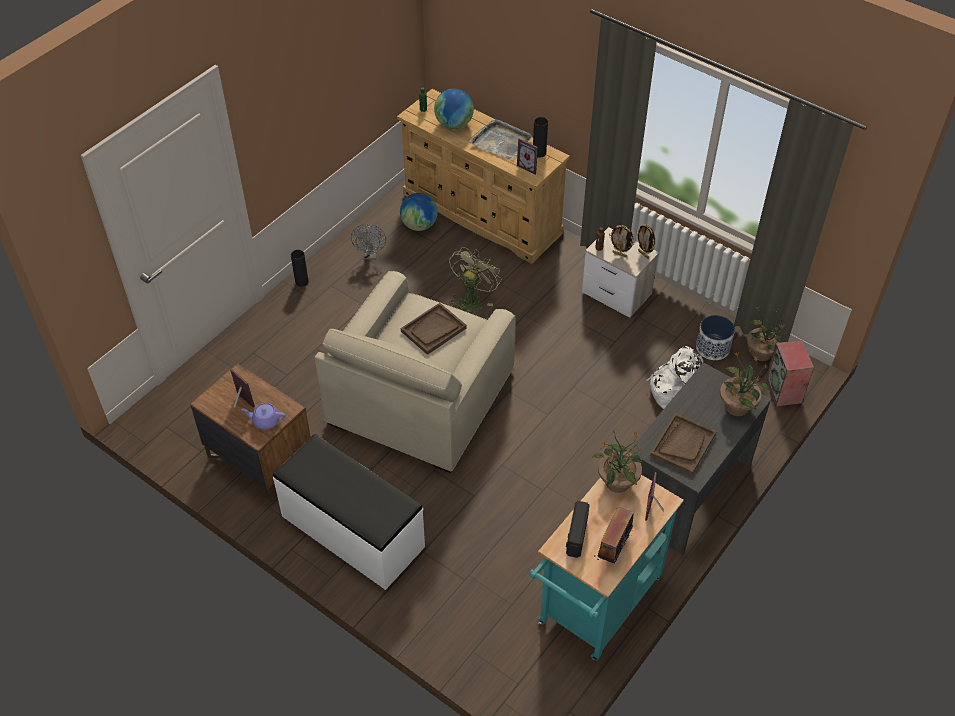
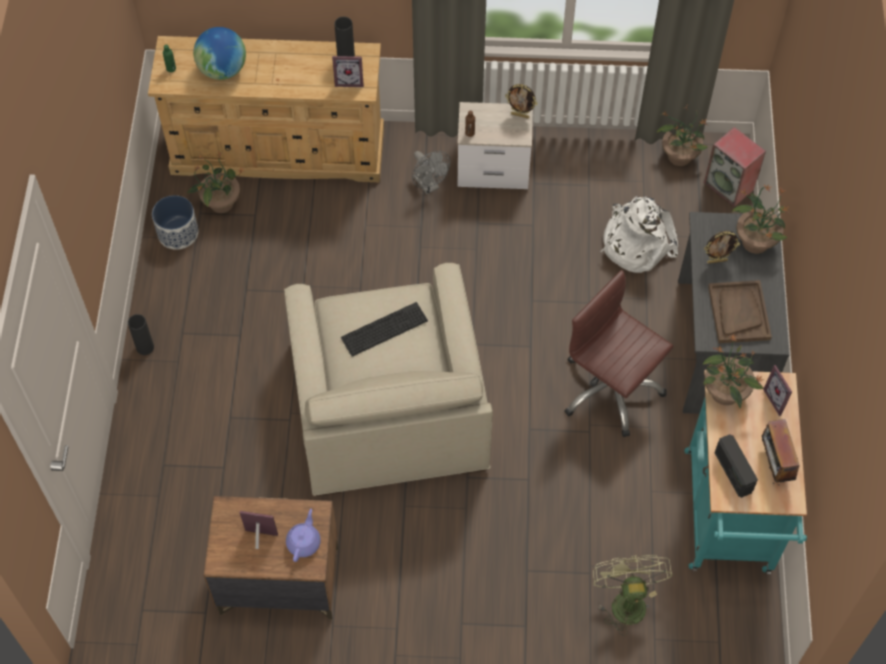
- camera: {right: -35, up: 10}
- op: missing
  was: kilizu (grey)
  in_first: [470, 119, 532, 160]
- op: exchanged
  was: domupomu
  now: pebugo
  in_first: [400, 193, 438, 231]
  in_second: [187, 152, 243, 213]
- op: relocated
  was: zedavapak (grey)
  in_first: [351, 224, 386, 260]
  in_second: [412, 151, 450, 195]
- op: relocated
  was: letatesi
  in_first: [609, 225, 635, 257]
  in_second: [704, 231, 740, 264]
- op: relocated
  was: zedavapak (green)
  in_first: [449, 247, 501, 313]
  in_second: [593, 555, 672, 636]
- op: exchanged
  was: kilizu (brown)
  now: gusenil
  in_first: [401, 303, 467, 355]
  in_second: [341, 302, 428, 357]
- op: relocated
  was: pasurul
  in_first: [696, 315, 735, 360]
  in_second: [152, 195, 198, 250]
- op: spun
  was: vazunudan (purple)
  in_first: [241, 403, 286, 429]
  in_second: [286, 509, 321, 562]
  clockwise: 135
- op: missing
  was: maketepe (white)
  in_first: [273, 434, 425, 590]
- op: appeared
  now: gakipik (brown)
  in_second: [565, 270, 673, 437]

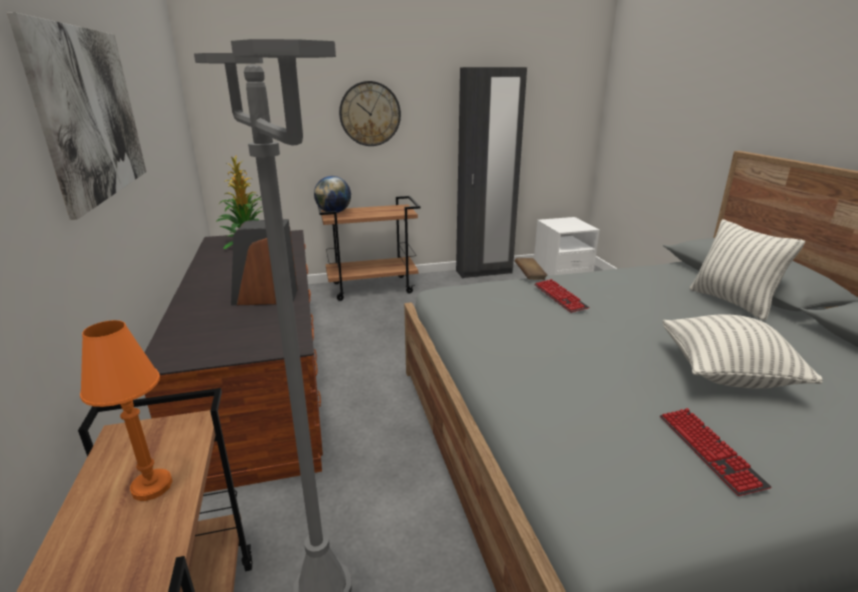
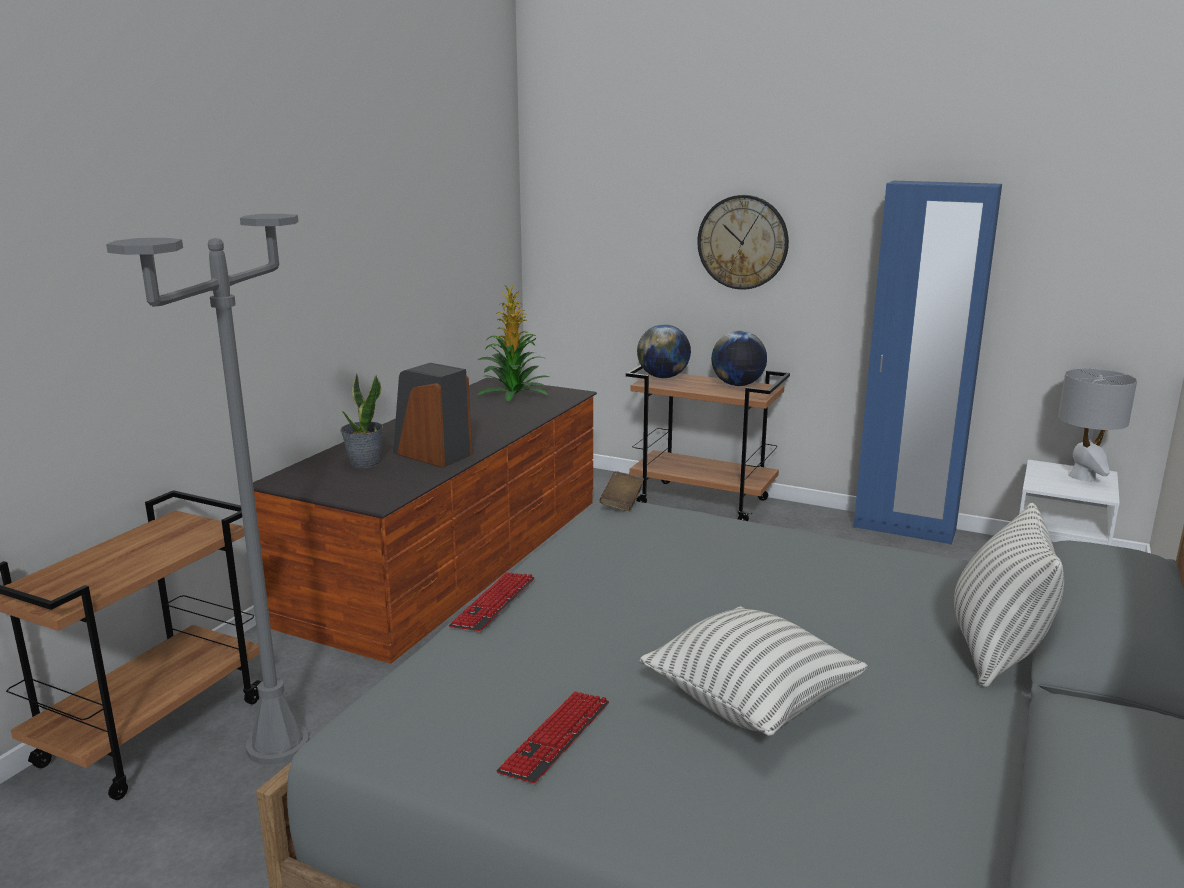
- camera: {right: 40, up: -5}
- op: missing
  was: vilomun
  in_first: [7, 12, 146, 220]
- op: colour
  was: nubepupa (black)
  now: nubepupa (blue)
  in_first: [456, 67, 527, 278]
  in_second: [854, 181, 1002, 545]
- op: relocated
  was: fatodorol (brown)
  in_first: [515, 258, 547, 280]
  in_second: [600, 471, 644, 511]
- op: relocated
  was: gusenil
  in_first: [534, 279, 590, 313]
  in_second: [449, 572, 534, 631]
- op: missing
  was: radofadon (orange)
  in_first: [80, 320, 172, 501]
- op: appeared
  now: domupomu
  in_second: [711, 331, 767, 386]
- op: appeared
  now: radofadon (grey)
  in_second: [1058, 368, 1137, 482]
- op: appeared
  now: pebugo
  in_second: [340, 373, 383, 468]

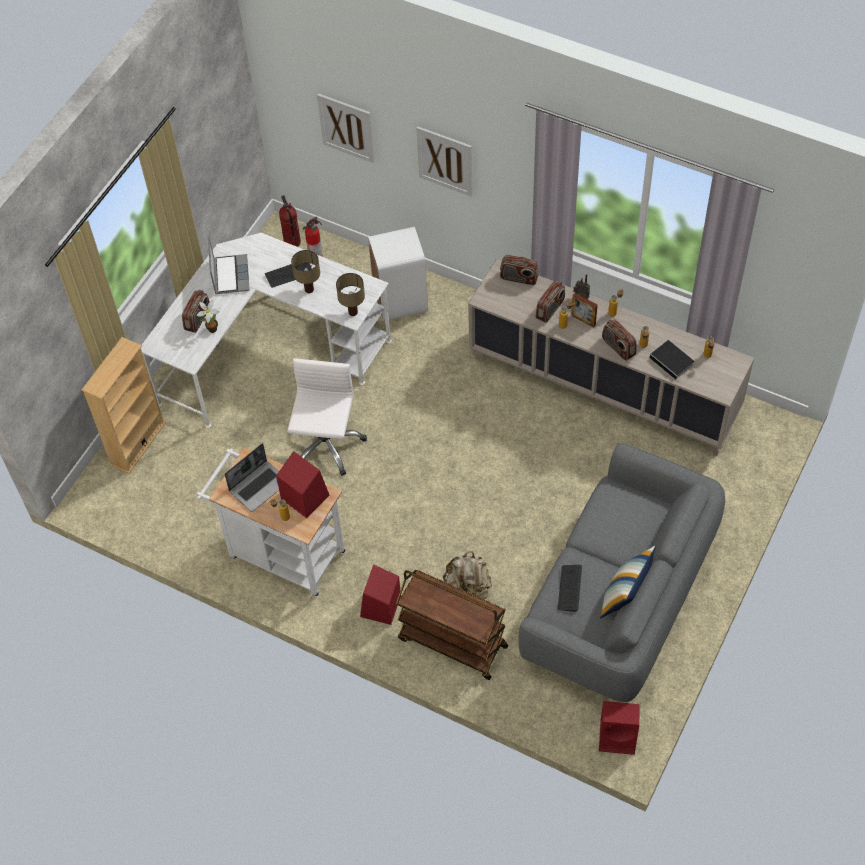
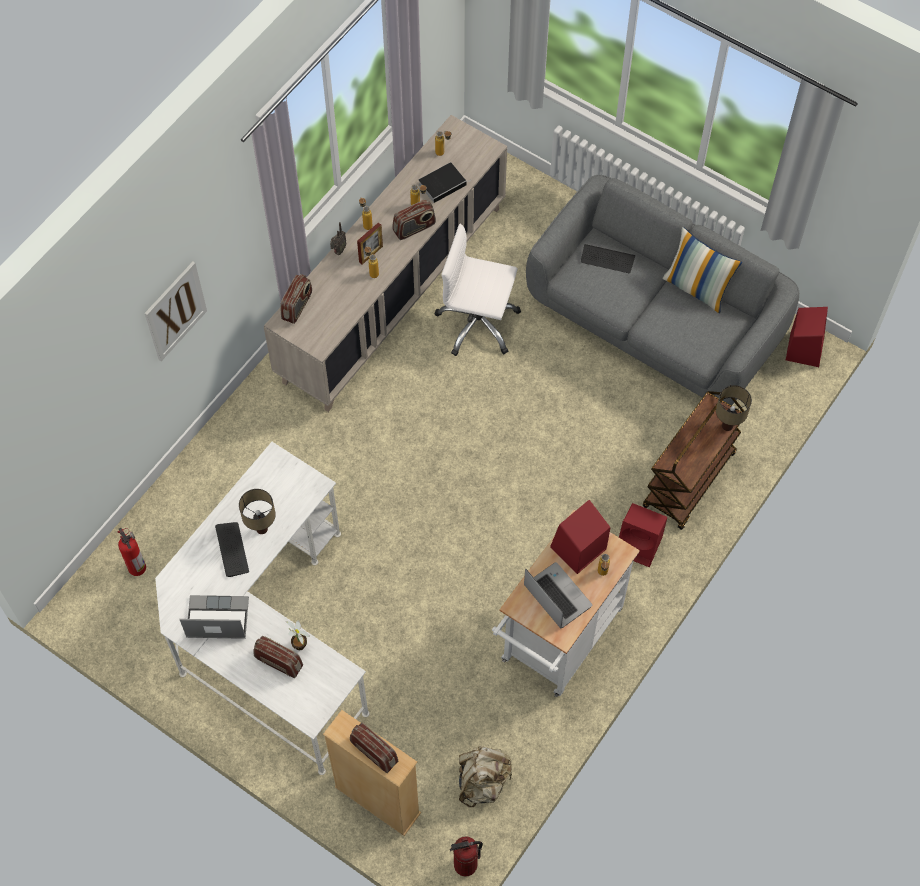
- camera: {right: -85, up: 5}
- op: missing
  was: vilomun
  in_first: [317, 93, 374, 163]
- op: relocated
  was: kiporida
  in_first: [279, 195, 301, 247]
  in_second: [450, 836, 483, 876]
- op: missing
  was: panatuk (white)
  in_first: [368, 227, 428, 321]
- op: relocated
  was: radofadon
  in_first: [336, 273, 365, 316]
  in_second: [716, 385, 752, 431]
- op: relocated
  was: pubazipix
  in_first: [536, 281, 565, 323]
  in_second: [350, 723, 398, 773]
- op: relocated
  was: gakipik (white)
  in_first: [287, 358, 367, 476]
  in_second: [435, 224, 521, 356]
- op: relocated
  was: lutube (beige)
  in_first: [443, 551, 492, 599]
  in_second: [459, 746, 512, 807]
- op: relocated
  was: gusenil
  in_first: [558, 565, 582, 612]
  in_second: [581, 244, 635, 273]

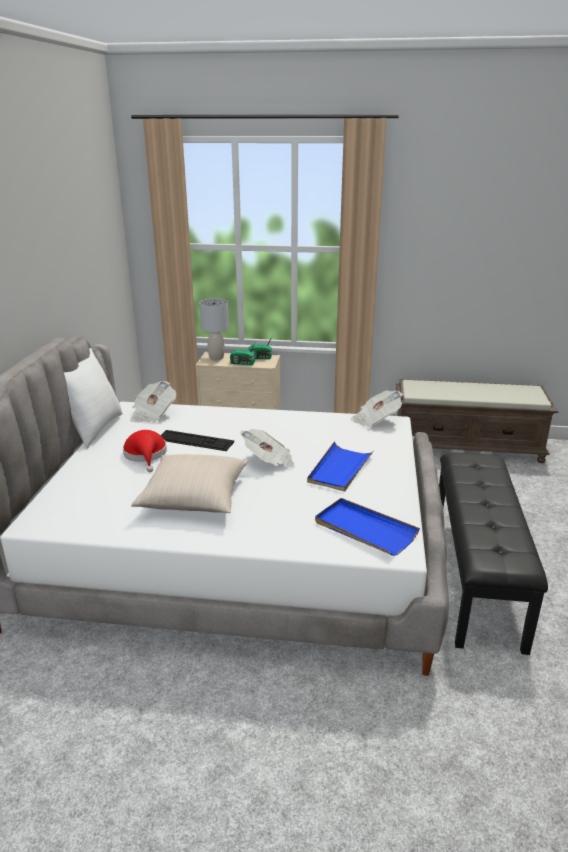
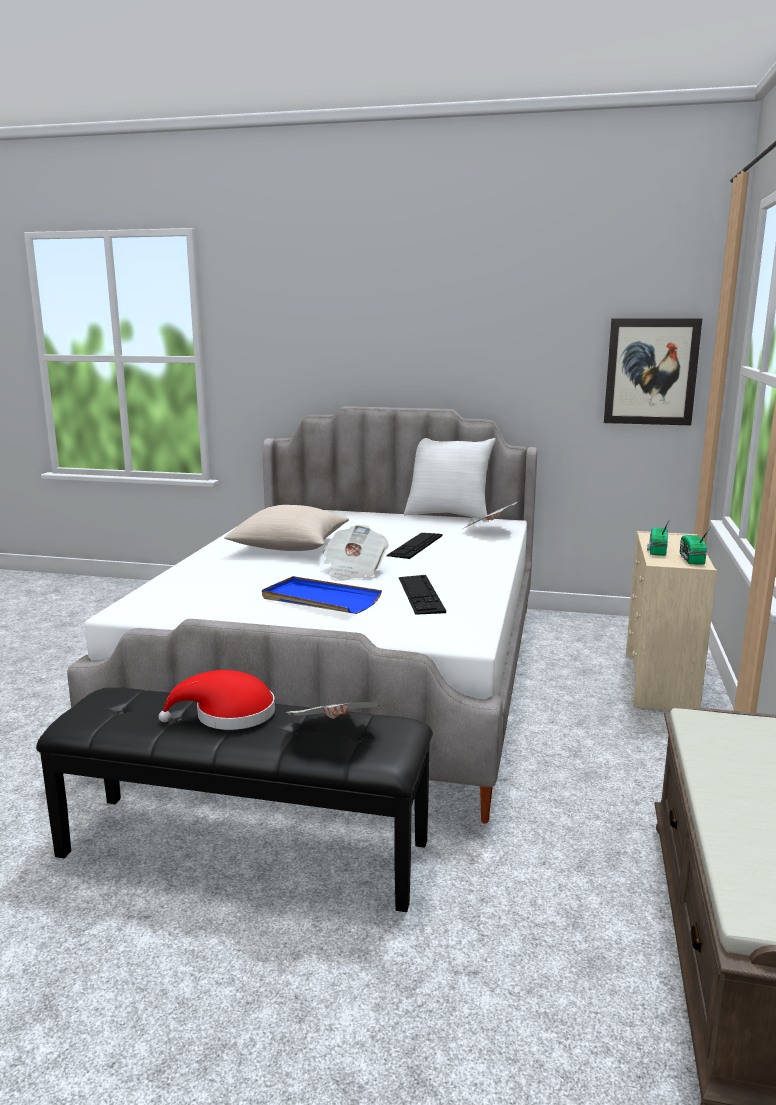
- camera: {right: 95, up: -10}
- op: missing
  was: radofadon (grey)
  in_first: [200, 298, 229, 360]
- op: relocated
  was: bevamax
  in_first: [351, 390, 403, 427]
  in_second: [287, 702, 381, 719]
- op: relocated
  was: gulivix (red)
  in_first: [123, 430, 167, 472]
  in_second: [159, 670, 275, 730]
- op: missing
  was: kilizu (blue)
  in_first: [315, 498, 420, 556]
- op: appeared
  now: vilomun
  in_second: [604, 318, 702, 425]
- op: appeared
  now: gusenil
  in_second: [399, 575, 446, 615]

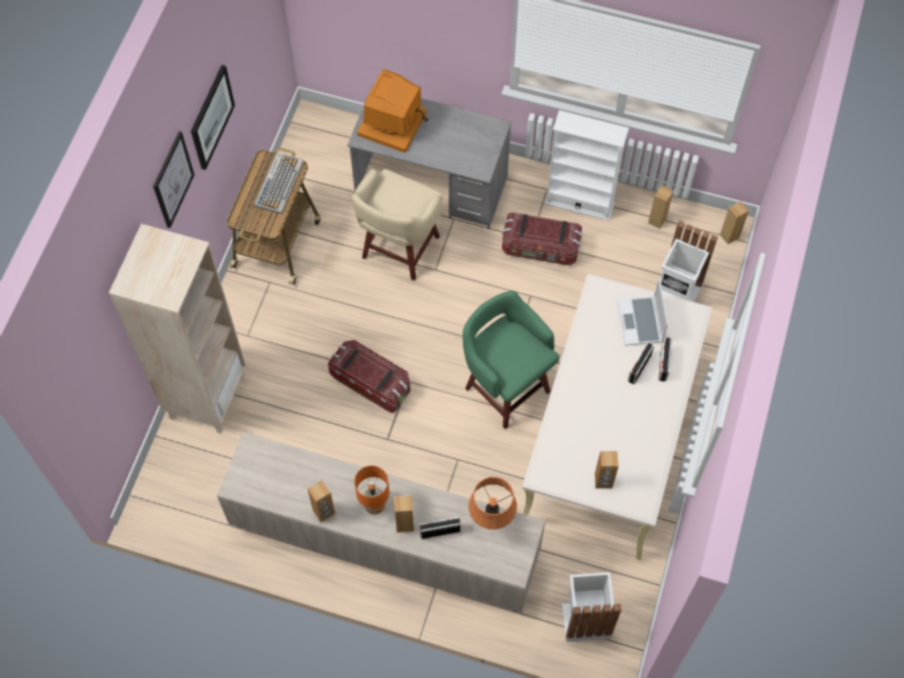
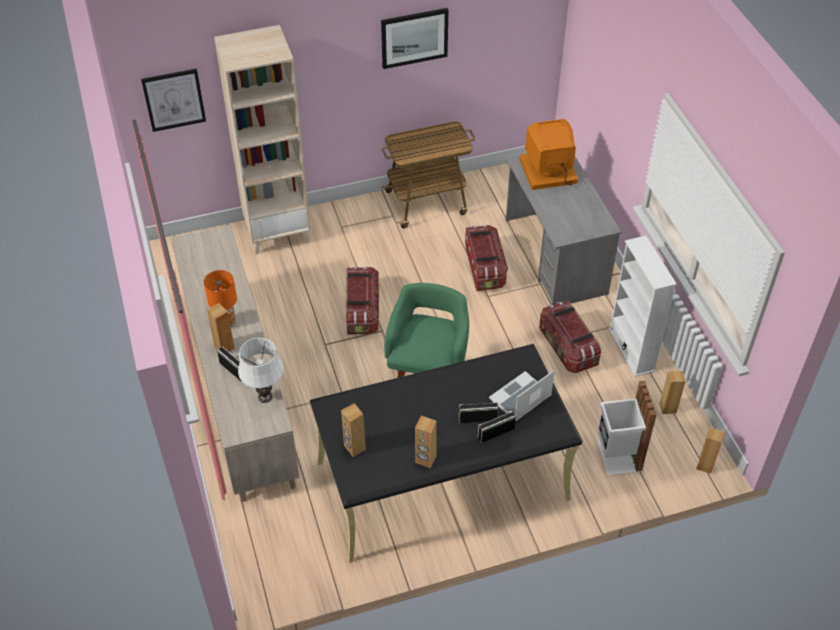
- camera: {right: 55, up: -15}
- op: relocated
  was: vilomun
  in_first: [153, 131, 194, 228]
  in_second: [141, 68, 206, 132]
- op: missing
  was: gusenil
  in_first: [254, 152, 304, 214]
- op: exchanged
  was: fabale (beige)
  now: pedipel
  in_first: [352, 169, 443, 281]
  in_second: [465, 225, 508, 291]
- op: colour
  was: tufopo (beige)
  now: tufopo (black)
  in_first: [522, 274, 712, 560]
  in_second: [310, 344, 582, 563]
- op: colour
  was: radofadon (orange)
  now: radofadon (white)
  in_first: [469, 477, 517, 529]
  in_second: [238, 338, 284, 403]
- op: relocated
  was: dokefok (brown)
  in_first: [307, 480, 335, 522]
  in_second: [415, 416, 437, 468]
- op: missing
  was: panatuk (white)
  in_first: [562, 572, 621, 642]

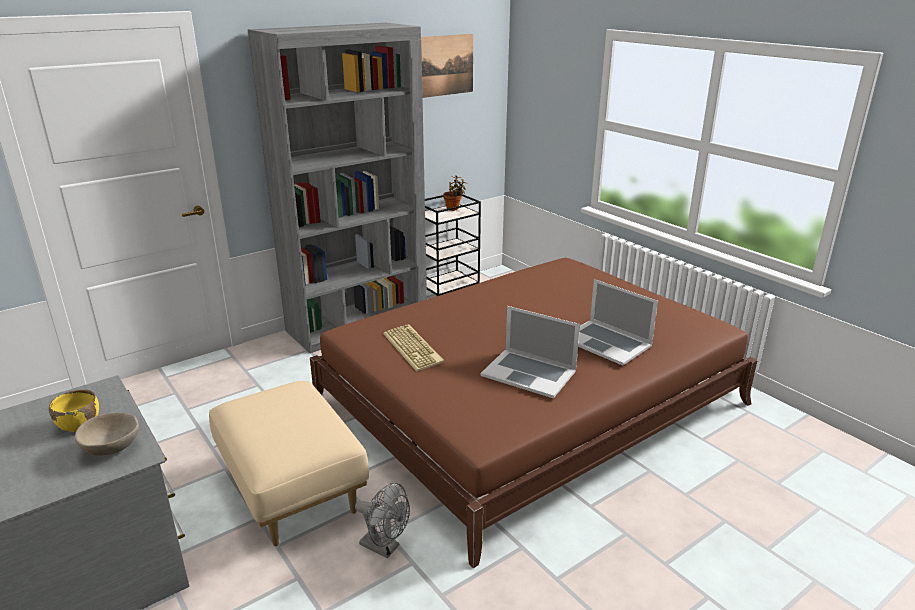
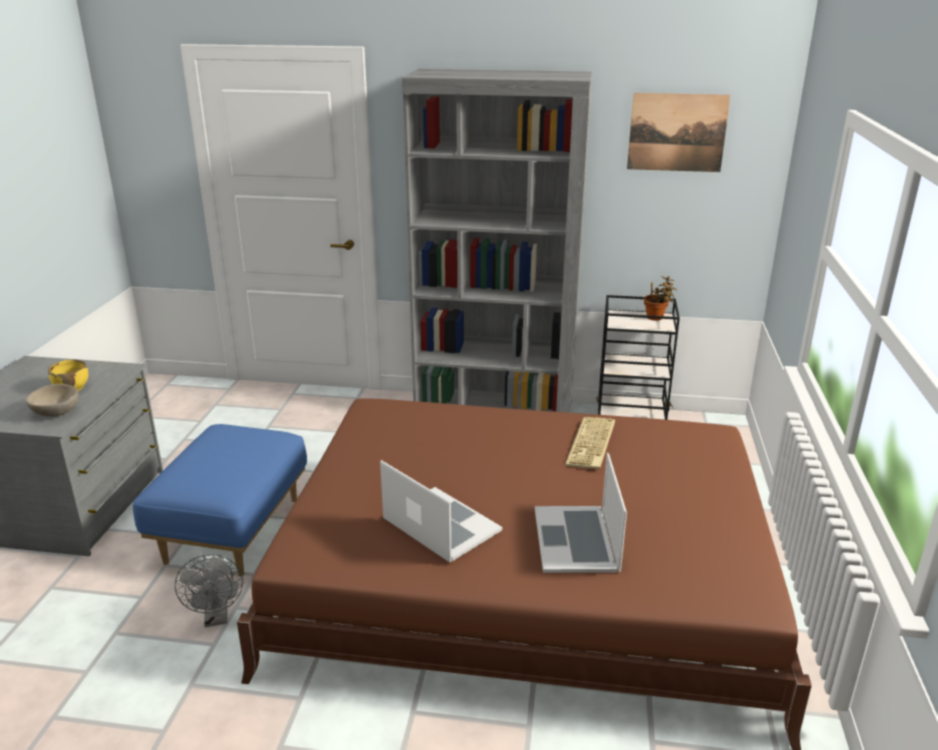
- camera: {right: 45, up: 0}
- op: spun
  was: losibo
  in_first: [480, 306, 580, 399]
  in_second: [380, 460, 502, 562]
  clockwise: 150
- op: relocated
  was: gusenil
  in_first: [383, 324, 444, 372]
  in_second: [565, 417, 615, 469]
- op: colour
  was: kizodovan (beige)
  now: kizodovan (blue)
  in_first: [209, 381, 369, 546]
  in_second: [133, 424, 307, 577]

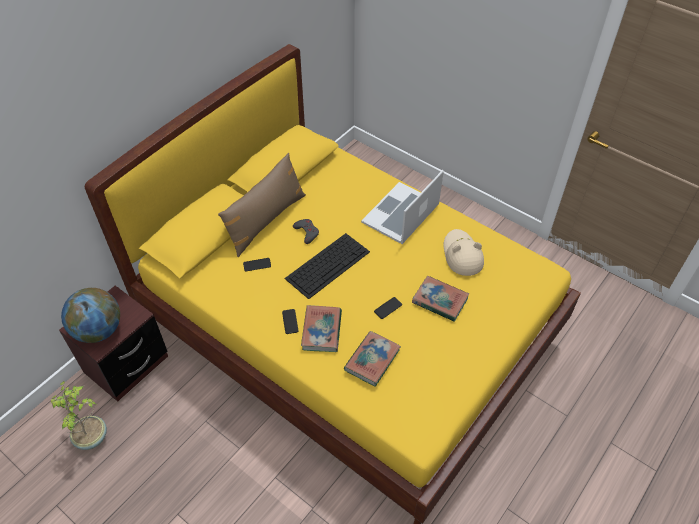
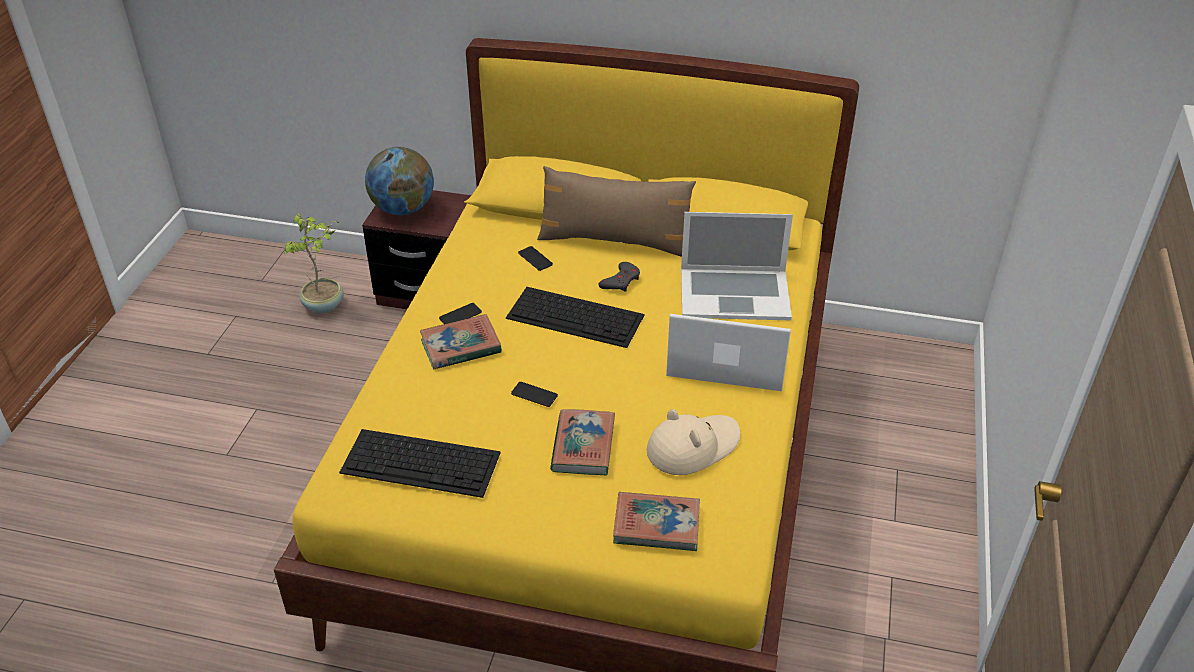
- camera: {right: 65, up: -10}
- op: relocated
  was: fatodorol
  in_first: [344, 331, 401, 387]
  in_second: [613, 492, 700, 551]
- op: appeared
  now: losibo
  in_second: [681, 212, 793, 320]
- op: appeared
  now: gusenil
  in_second: [339, 429, 501, 498]

